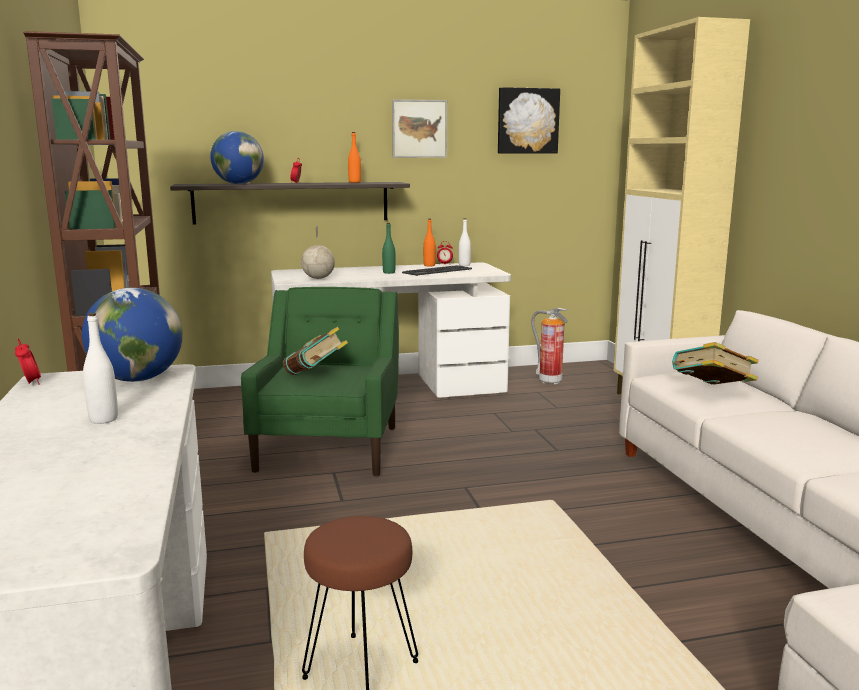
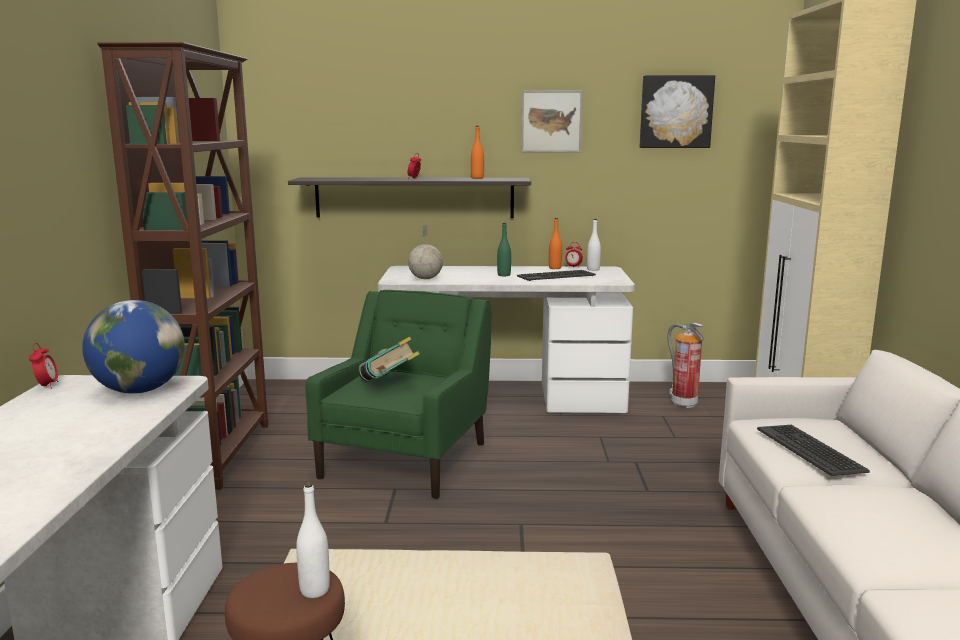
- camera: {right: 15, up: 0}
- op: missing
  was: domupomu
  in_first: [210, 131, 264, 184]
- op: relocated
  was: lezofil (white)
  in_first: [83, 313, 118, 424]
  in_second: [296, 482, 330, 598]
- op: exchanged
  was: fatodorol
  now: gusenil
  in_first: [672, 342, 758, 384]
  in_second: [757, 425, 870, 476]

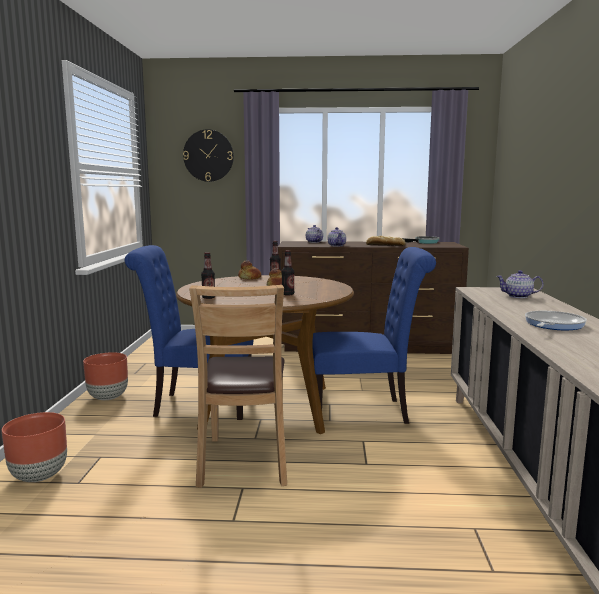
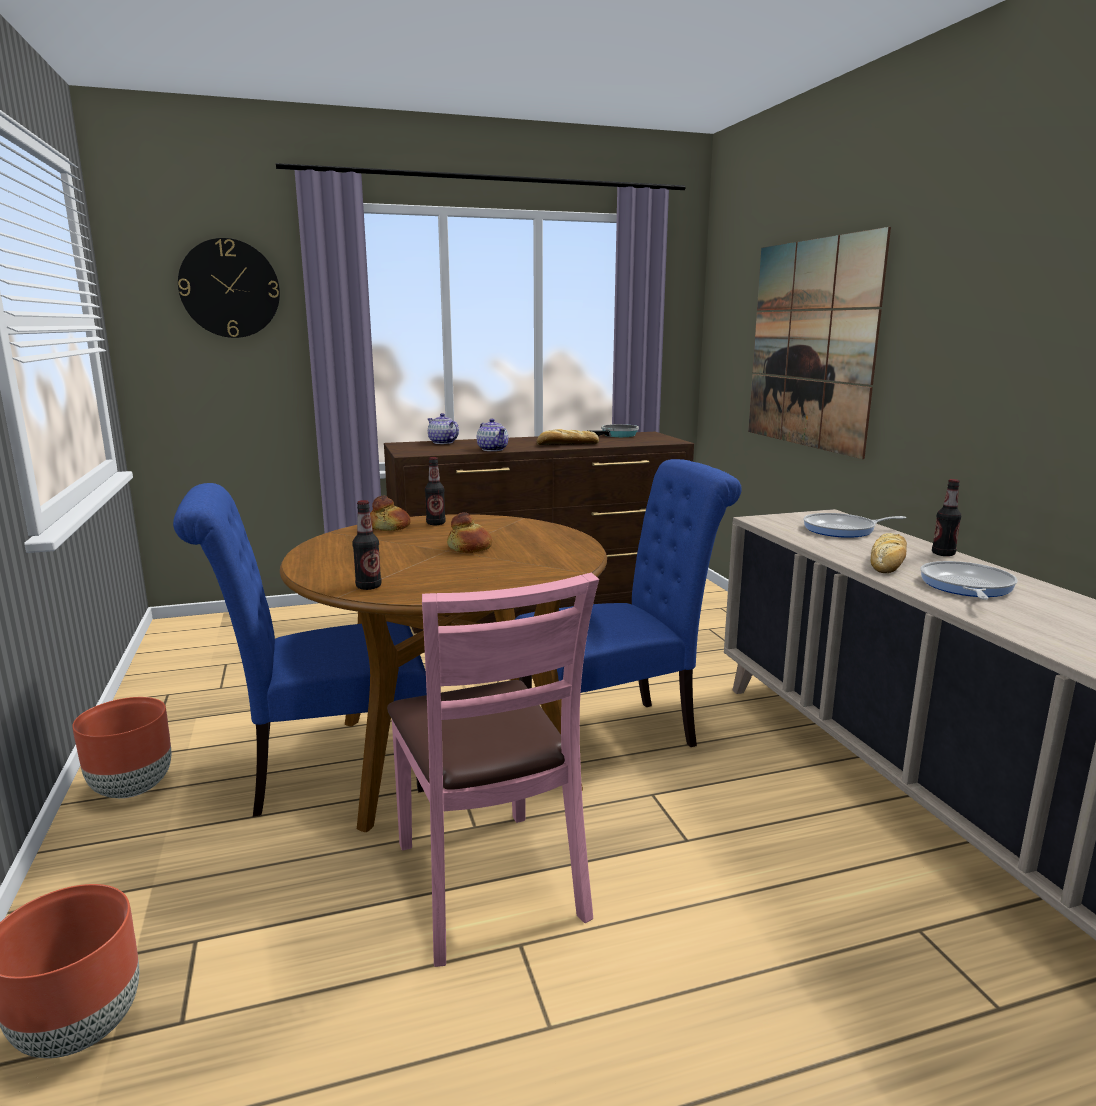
- camera: {right: -20, up: 5}
- op: relocated
  was: lezofil
  in_first: [281, 250, 294, 295]
  in_second: [932, 479, 961, 556]
- op: exchanged
  was: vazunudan
  now: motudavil
  in_first: [496, 270, 544, 298]
  in_second: [803, 513, 906, 538]
- op: colour
  was: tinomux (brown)
  now: tinomux (pink)
  in_first: [189, 285, 287, 488]
  in_second: [387, 573, 599, 967]
- op: appeared
  now: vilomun
  in_second: [748, 227, 891, 459]
- op: appeared
  now: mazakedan
  in_second: [870, 533, 907, 573]

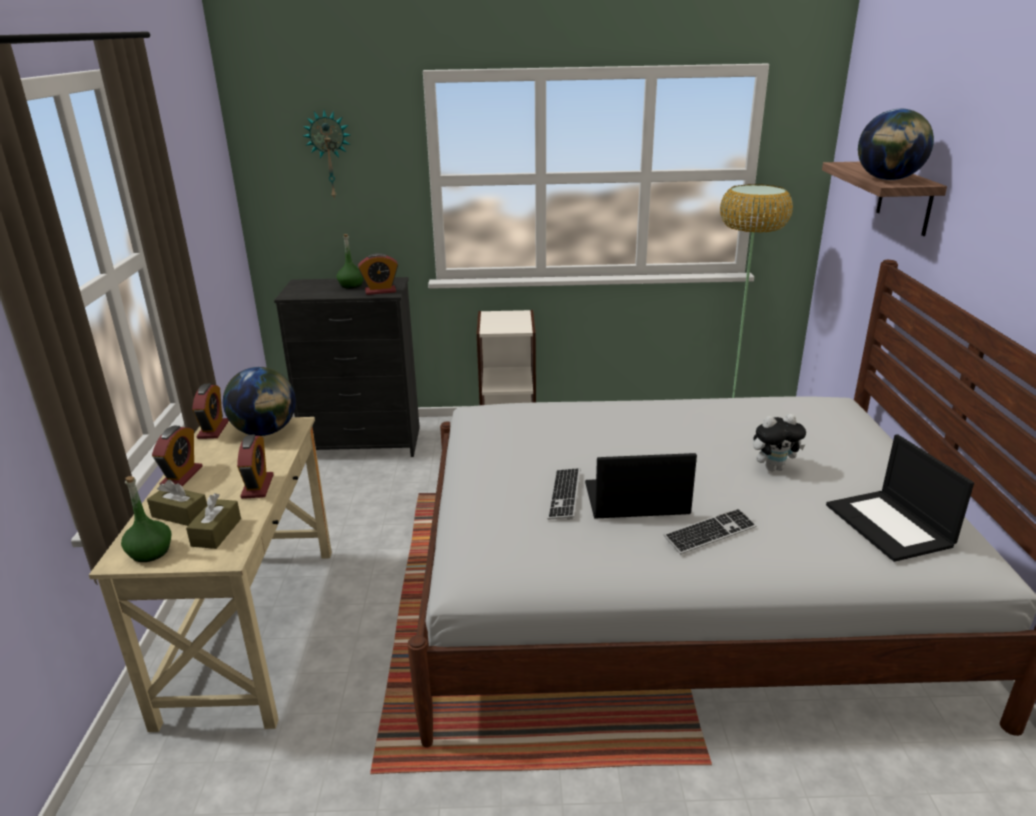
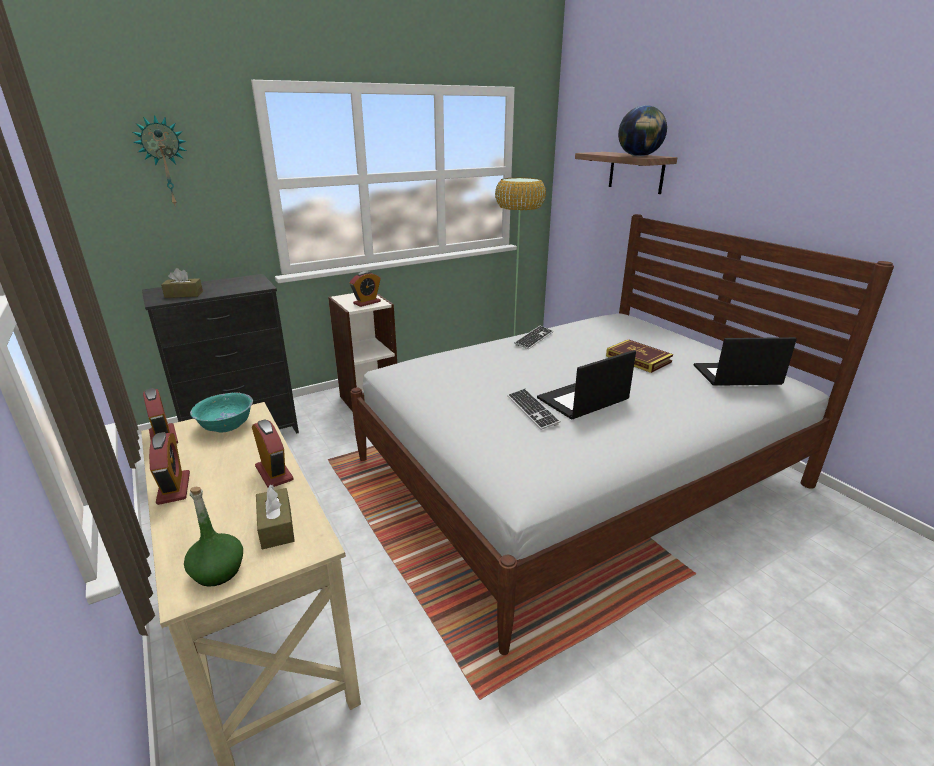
- camera: {right: -30, up: 0}
- op: missing
  was: lezofil (green)
  in_first: [337, 234, 363, 289]
- op: relocated
  was: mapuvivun
  in_first: [358, 253, 398, 295]
  in_second: [349, 271, 381, 307]
- op: exchanged
  was: domupomu
  now: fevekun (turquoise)
  in_first: [223, 367, 296, 436]
  in_second: [190, 392, 253, 432]
- op: exchanged
  was: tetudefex
  now: fatodorol
  in_first: [753, 414, 806, 471]
  in_second: [606, 339, 673, 373]
- op: spun
  was: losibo
  in_first: [826, 434, 974, 562]
  in_second: [694, 337, 797, 386]
  clockwise: 135
- op: relocated
  was: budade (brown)
  in_first: [147, 479, 207, 526]
  in_second: [161, 268, 203, 298]
- op: relocated
  was: gusenil
  in_first: [664, 508, 757, 554]
  in_second: [514, 326, 553, 349]

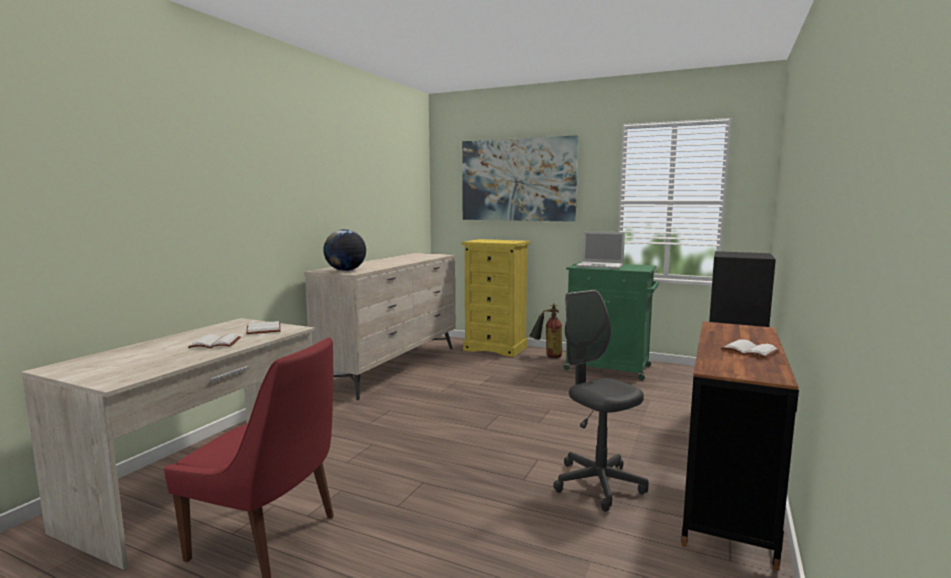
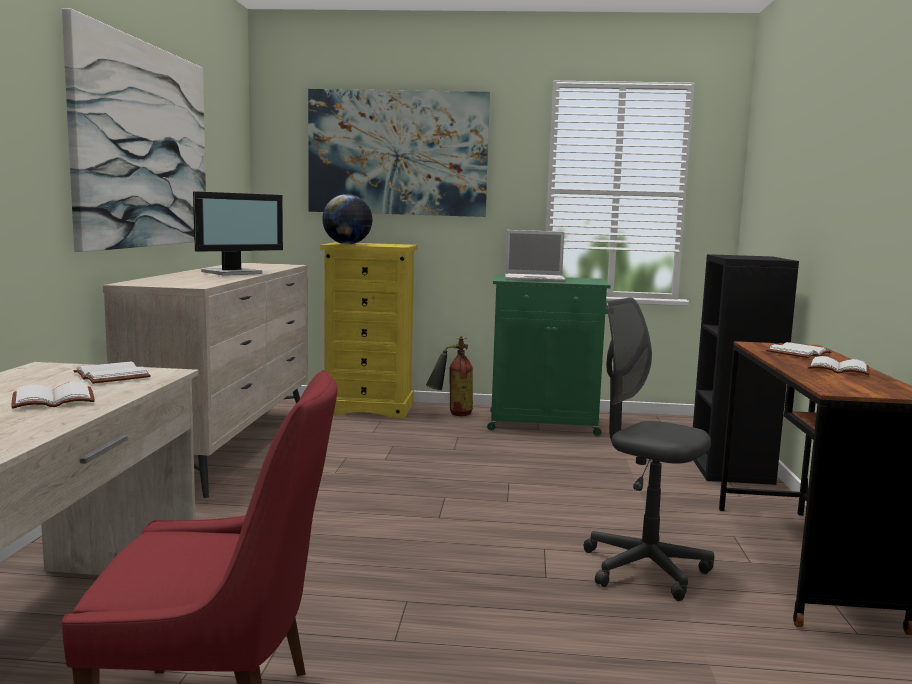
- camera: {right: -20, up: 0}
- op: relocated
  was: domupomu
  in_first: [323, 229, 366, 271]
  in_second: [322, 194, 372, 244]
- op: appeared
  now: vilomun
  in_second: [62, 8, 206, 252]
- op: appeared
  now: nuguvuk
  in_second: [193, 191, 283, 275]
- op: appeared
  now: fatodorol (white)
  in_second: [766, 342, 831, 358]

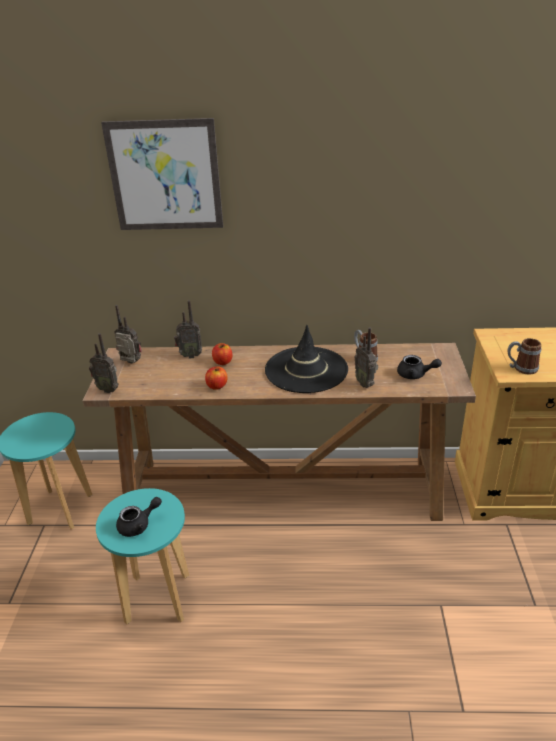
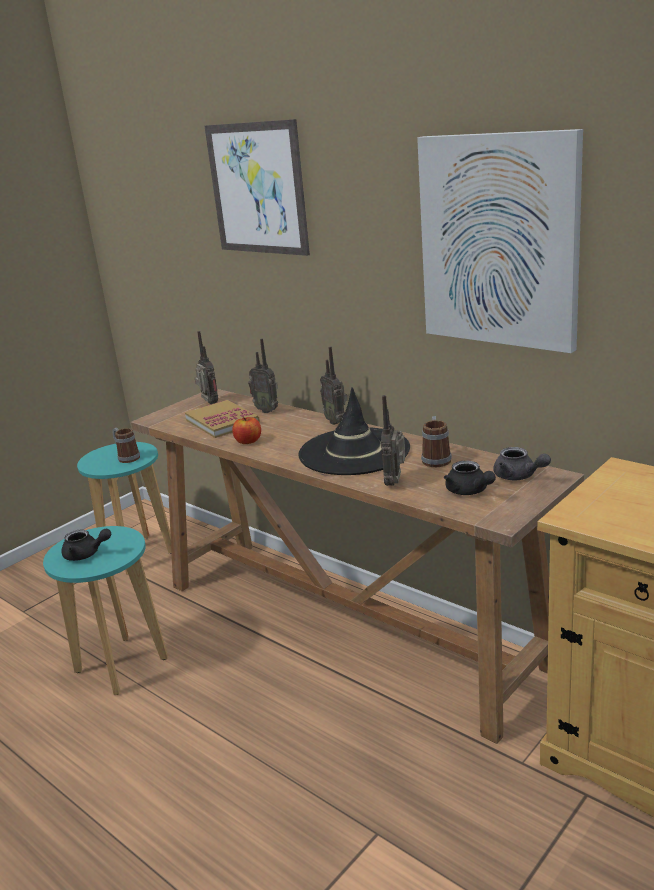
- camera: {right: 40, up: -10}
- op: relocated
  was: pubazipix
  in_first: [89, 333, 119, 393]
  in_second: [320, 346, 348, 425]
- op: relocated
  was: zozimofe
  in_first: [508, 338, 541, 375]
  in_second: [112, 428, 140, 463]
- op: missing
  was: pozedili
  in_first: [212, 343, 232, 365]
- op: appeared
  now: vilomun
  in_second: [417, 129, 583, 353]
- op: appeared
  now: fatodorol
  in_second: [185, 400, 260, 438]
- op: appeared
  now: vazunudan (grey)
  in_second: [493, 447, 551, 480]

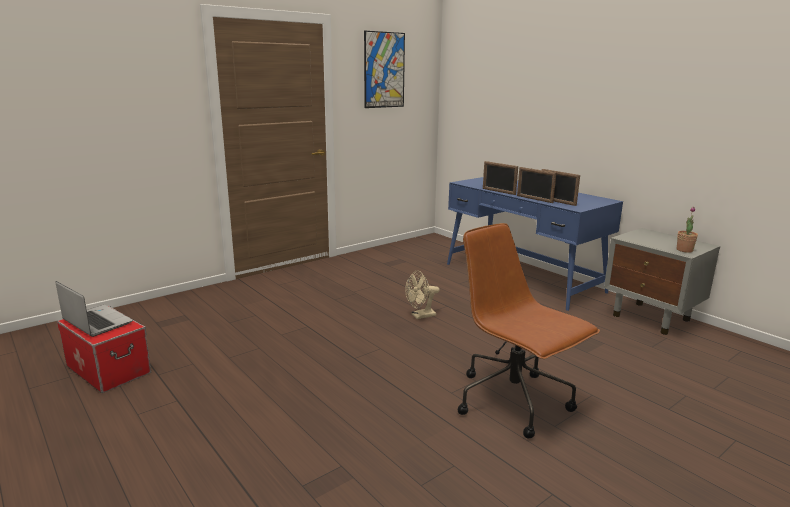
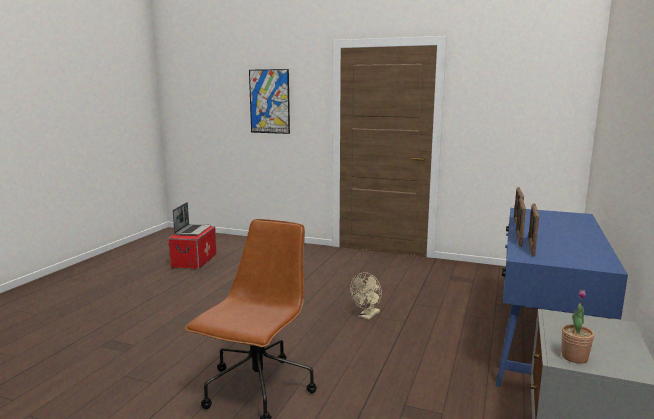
- camera: {right: 60, up: -5}
- op: relocated
  was: vilomun
  in_first: [364, 31, 405, 108]
  in_second: [249, 69, 290, 134]
- op: spun
  was: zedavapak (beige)
  in_first: [405, 270, 439, 319]
  in_second: [350, 272, 382, 320]
  clockwise: -90

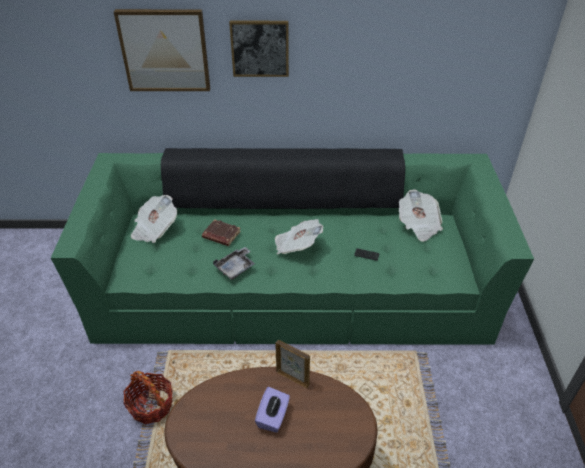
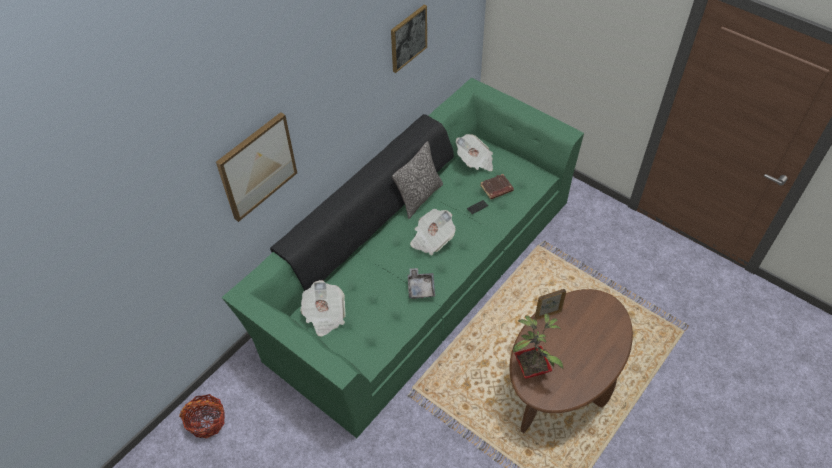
- camera: {right: -50, up: 10}
- op: relocated
  was: vilomun
  in_first: [229, 21, 289, 77]
  in_second: [391, 5, 427, 73]
- op: relocated
  was: fatodorol (brown)
  in_first: [202, 219, 241, 246]
  in_second: [480, 174, 514, 199]
- op: relocated
  was: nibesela
  in_first: [123, 371, 173, 424]
  in_second: [179, 394, 225, 439]
- op: missing
  was: budade (purple)
  in_first: [255, 387, 290, 433]
- op: appeared
  now: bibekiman
  in_second: [392, 141, 443, 219]
- op: appeared
  now: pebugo
  in_second: [513, 314, 563, 379]

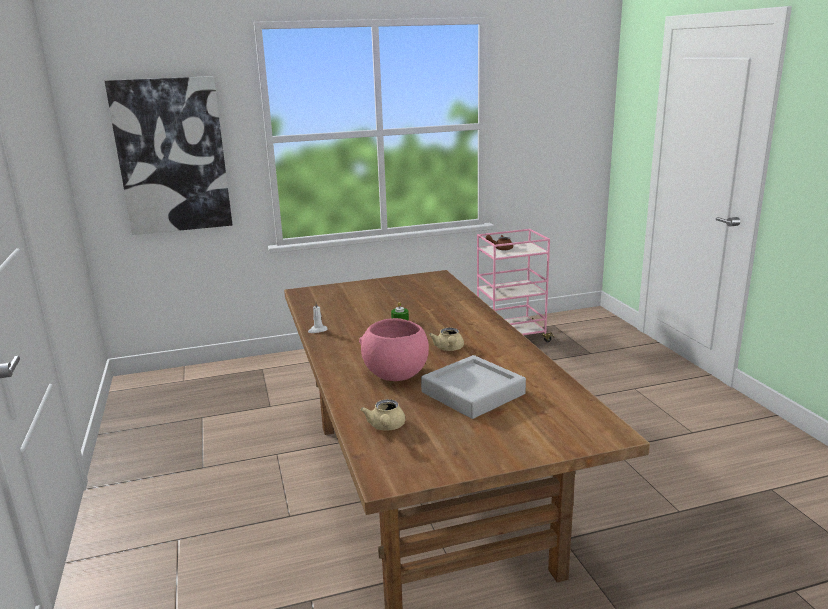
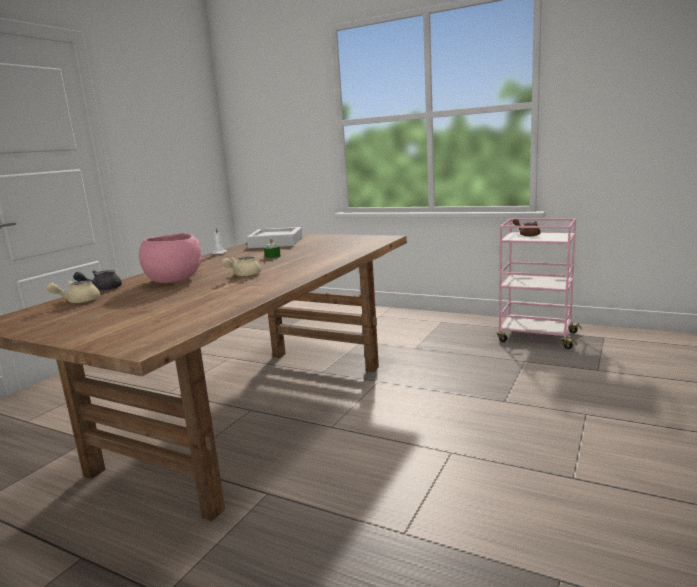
- camera: {right: 45, up: -5}
- op: missing
  was: vilomun
  in_first: [105, 76, 233, 235]
- op: relocated
  was: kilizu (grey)
  in_first: [421, 355, 526, 419]
  in_second: [246, 227, 302, 248]
- op: appeared
  now: vazunudan (grey)
  in_second: [73, 270, 122, 291]

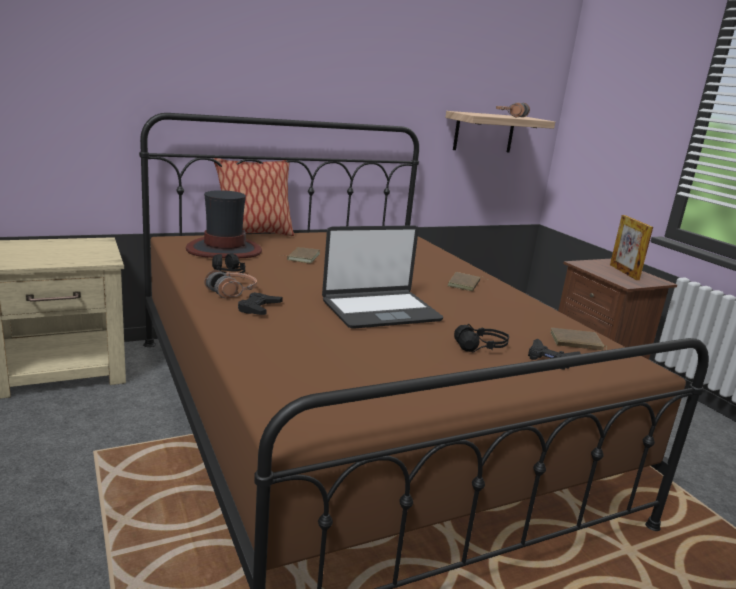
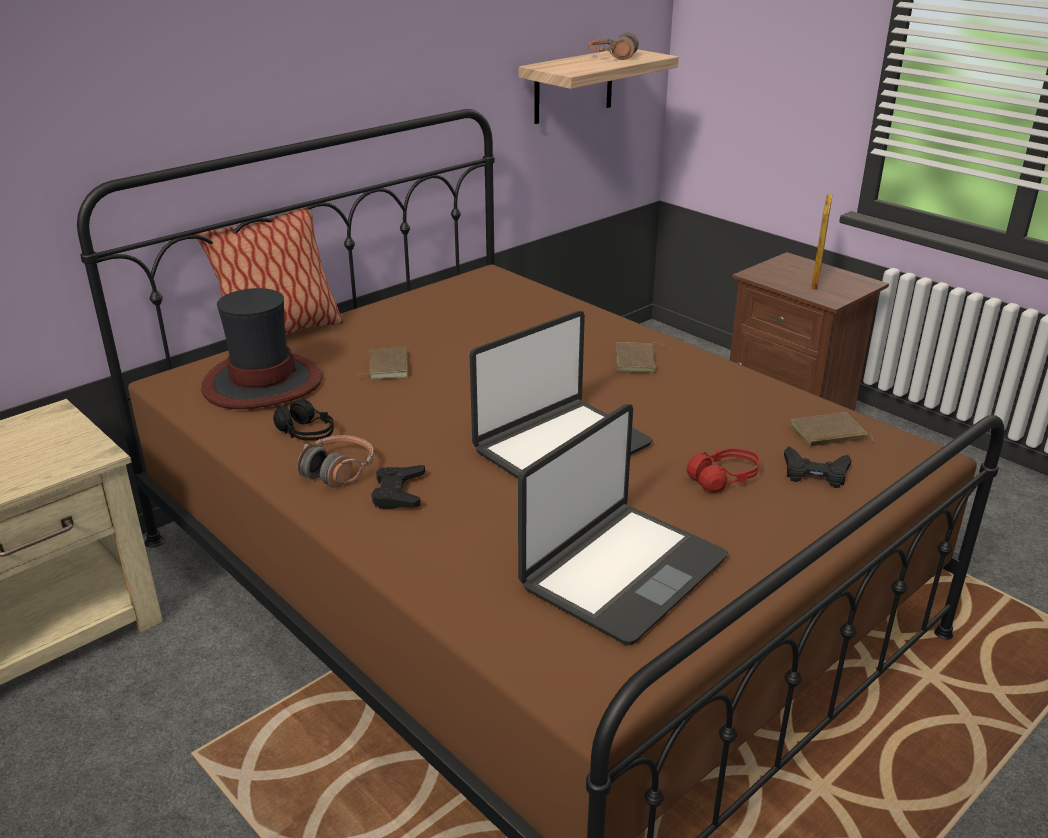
- camera: {right: -15, up: 10}
- op: spun
  was: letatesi
  in_first: [610, 215, 653, 280]
  in_second: [811, 194, 833, 290]
  clockwise: -135
- op: colour
  was: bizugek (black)
  now: bizugek (red)
  in_first: [454, 324, 509, 352]
  in_second: [687, 448, 760, 493]
- op: appeared
  now: losibo
  in_second: [518, 404, 728, 645]

